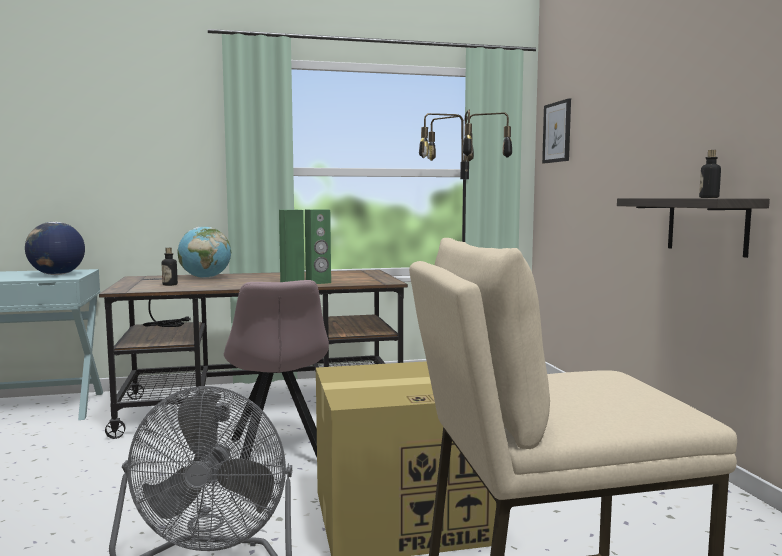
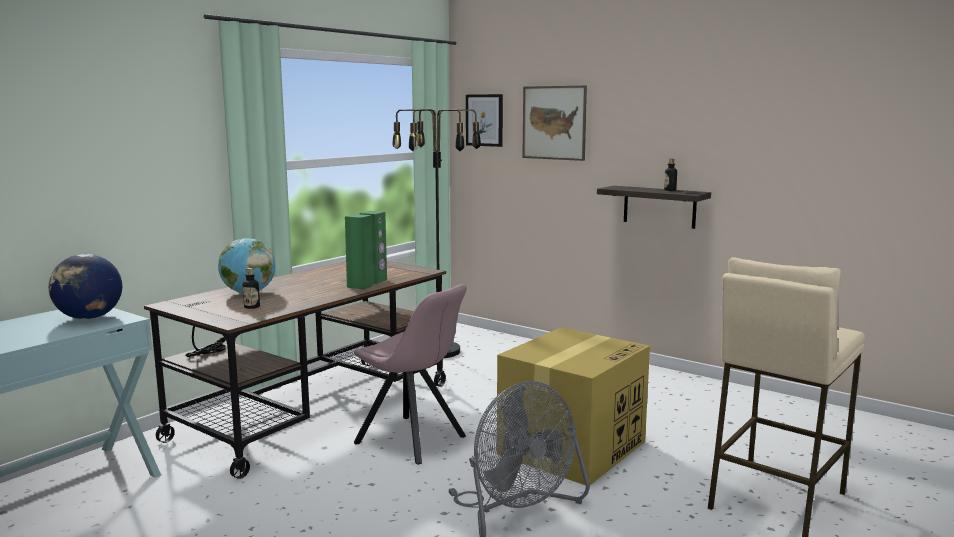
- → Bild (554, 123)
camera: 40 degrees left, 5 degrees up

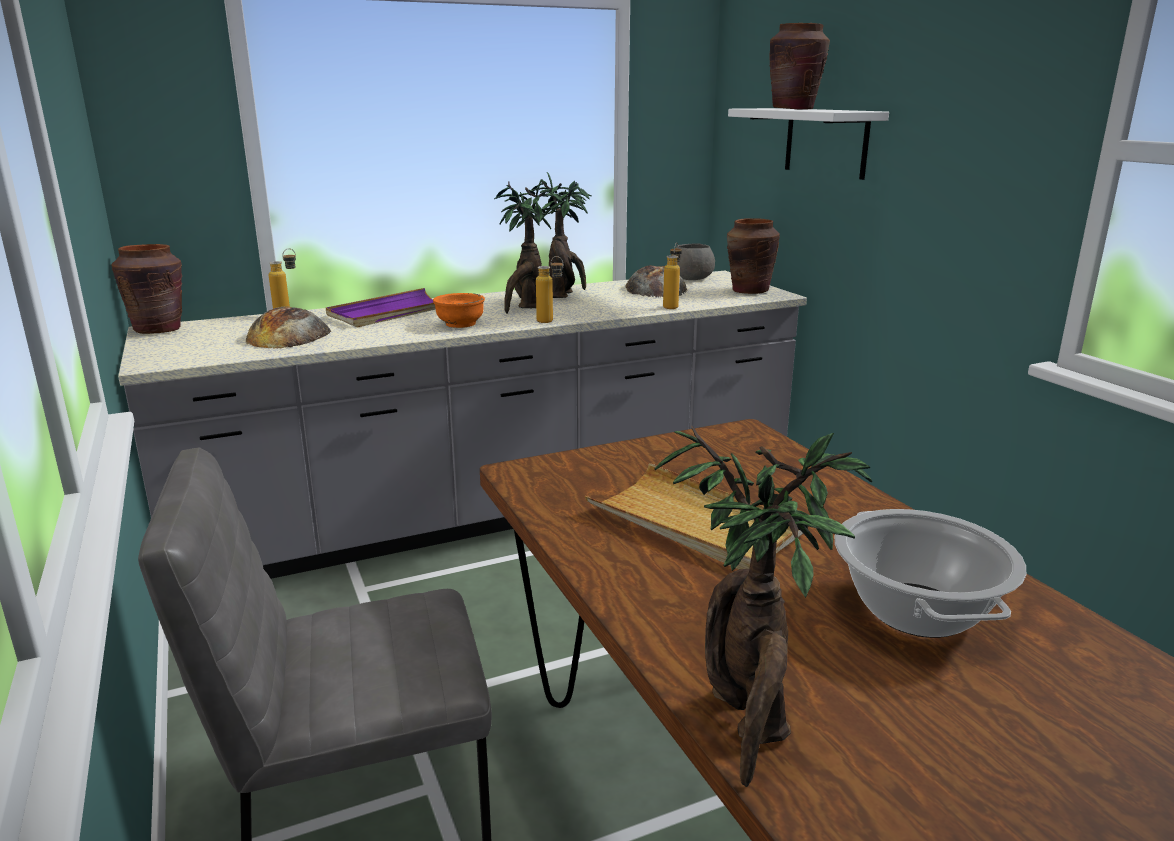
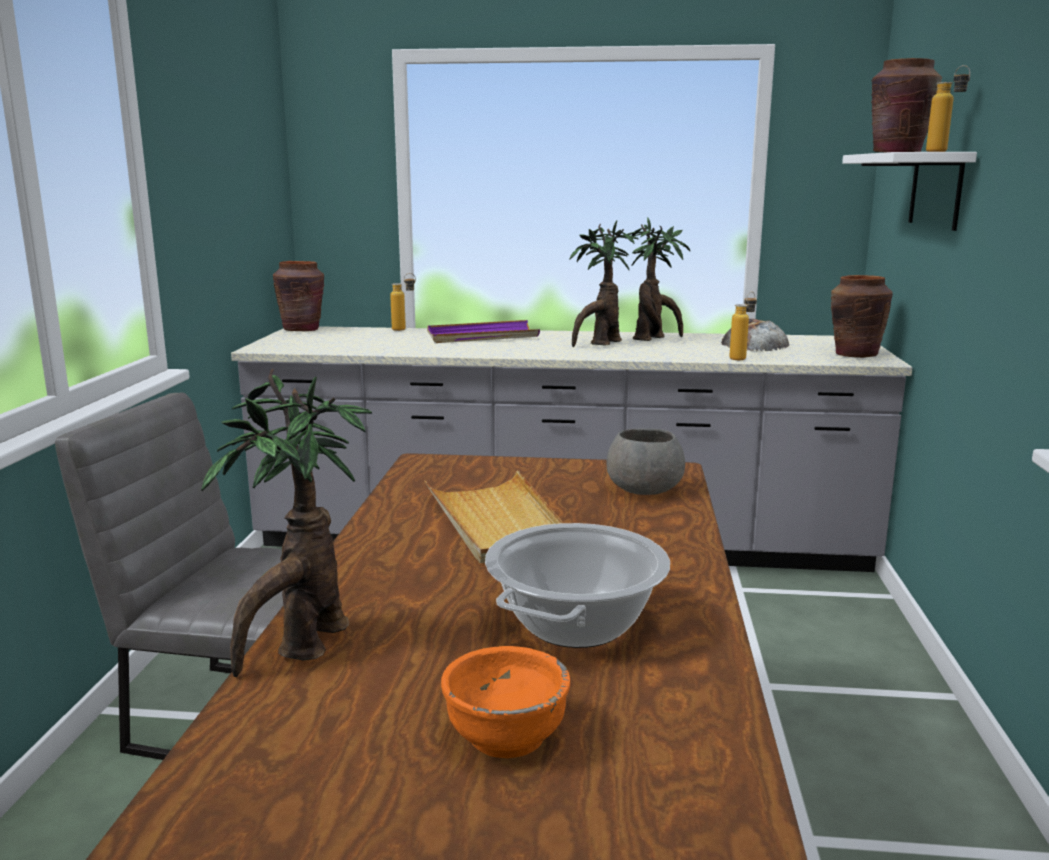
Brot (288, 327) → -
Schüssel [orange] (459, 310) → Schüssel [orange] (505, 702), shifted
Flasche (549, 289) → Flasche (948, 108), shifted
Schüssel [grau] (695, 261) → Schüssel [grau] (645, 461), shifted
camera: 30 degrees right, 5 degrees down

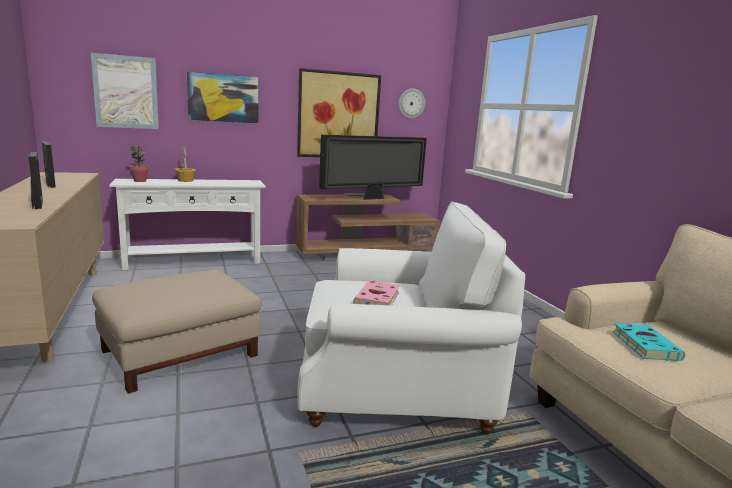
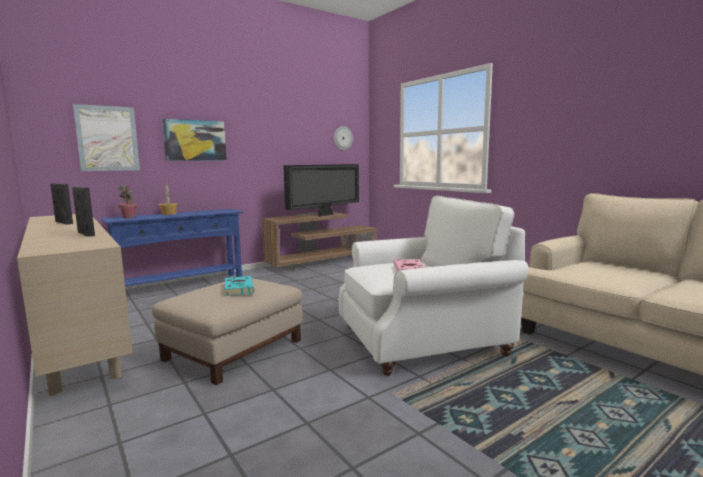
Konsolentisch [weiß] (187, 224) → Konsolentisch [blau] (172, 247)
Bild (339, 112) → -
Buch [türkis] (649, 342) → Buch [türkis] (239, 286), shifted
camera: 15 degrees left, 5 degrees down

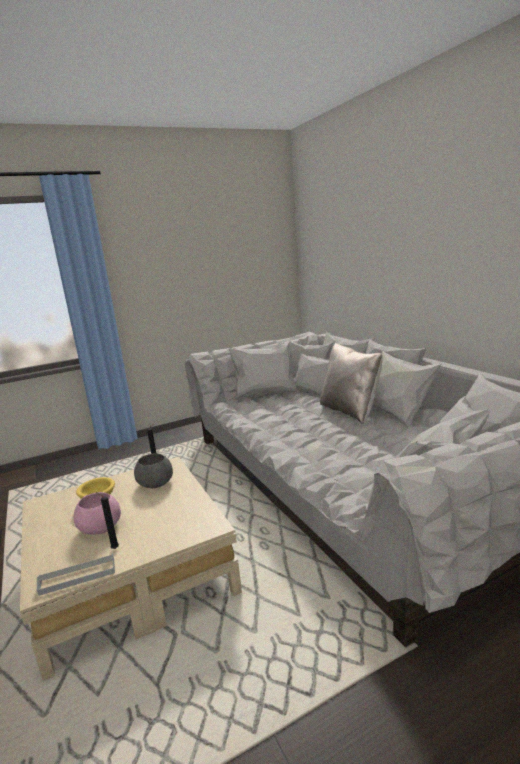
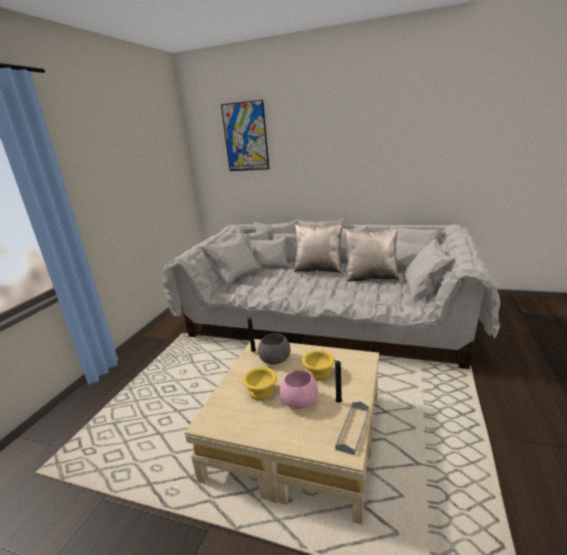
- → Bild (245, 135)
- → Schüssel [gelb] (318, 365)
- → Kissen [beige] (372, 254)
camera: 45 degrees left, 5 degrees up

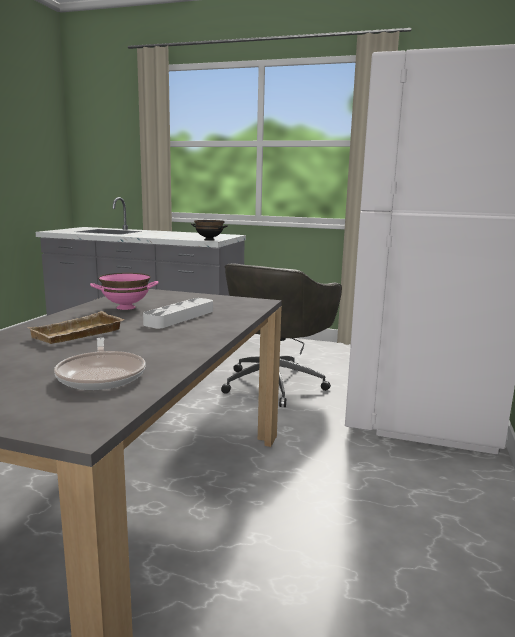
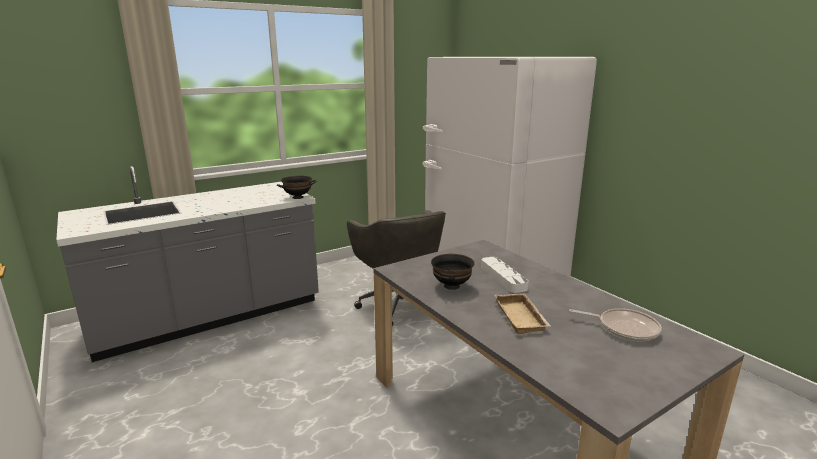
Schüssel [rosa] (124, 291) → Schüssel [schwarz] (452, 272)
camera: 50 degrees left, 5 degrees up

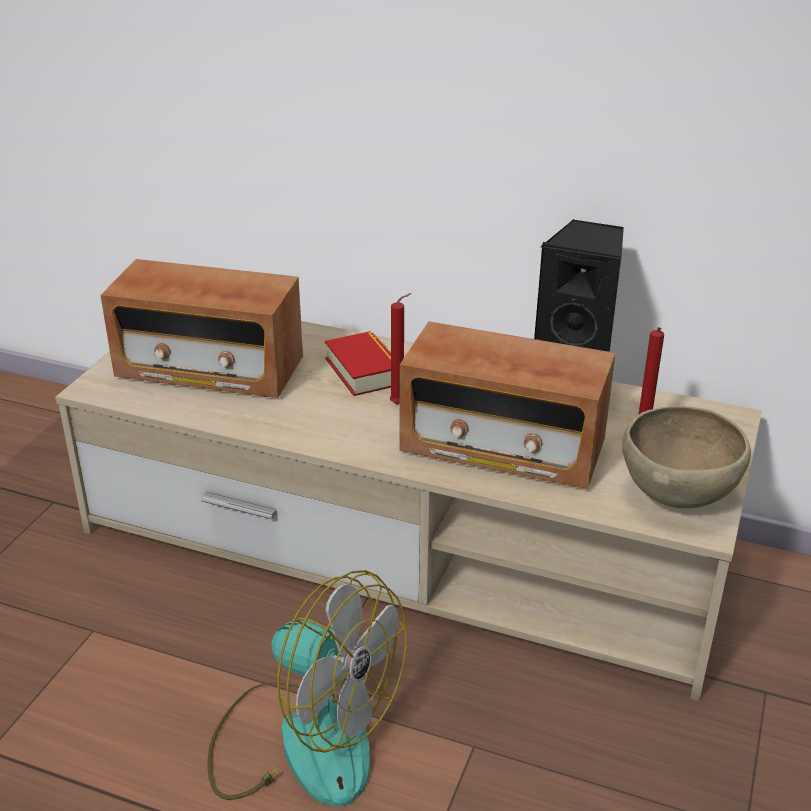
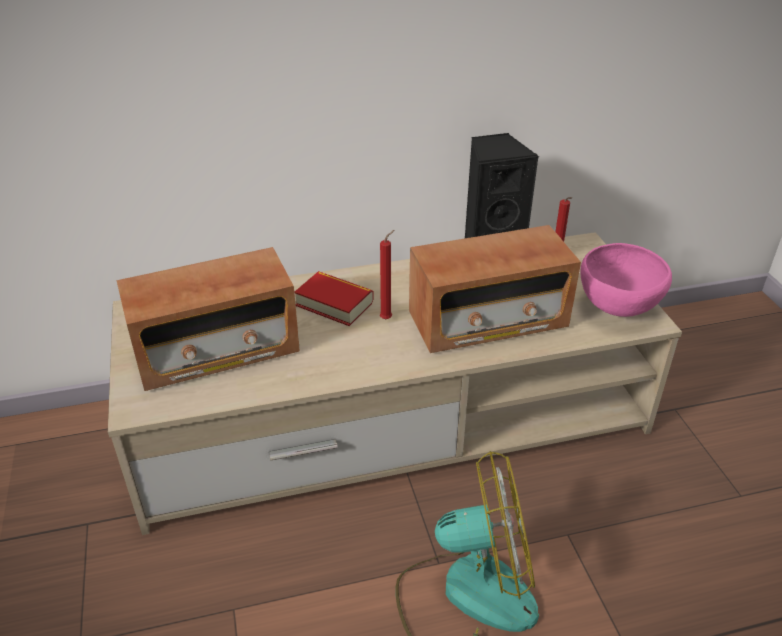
Schüssel [braun] (686, 457) → Schüssel [rosa] (626, 280)
camera: 35 degrees left, 5 degrees up

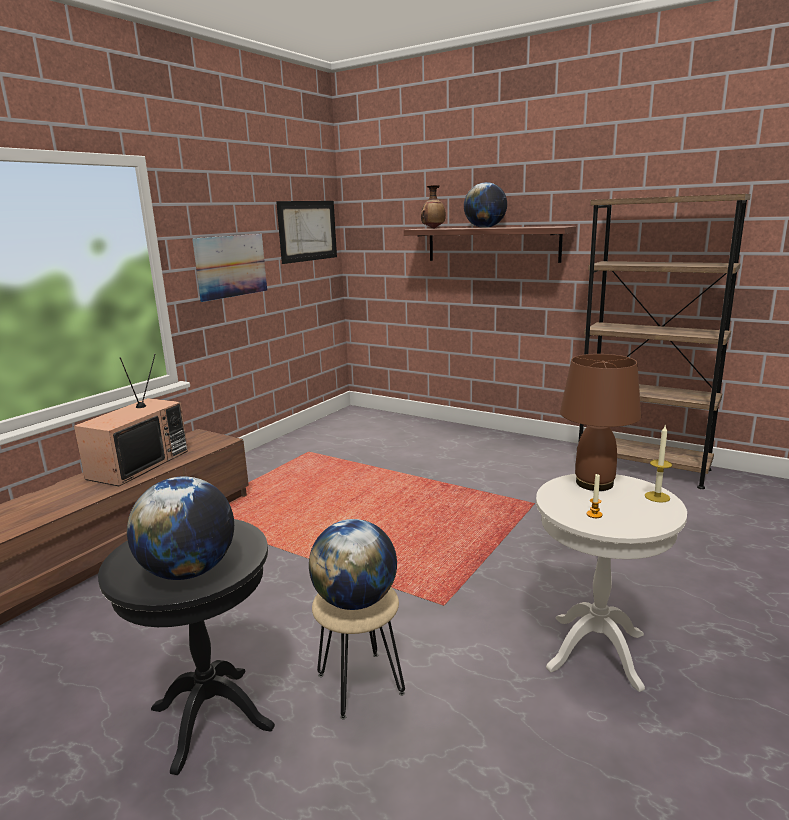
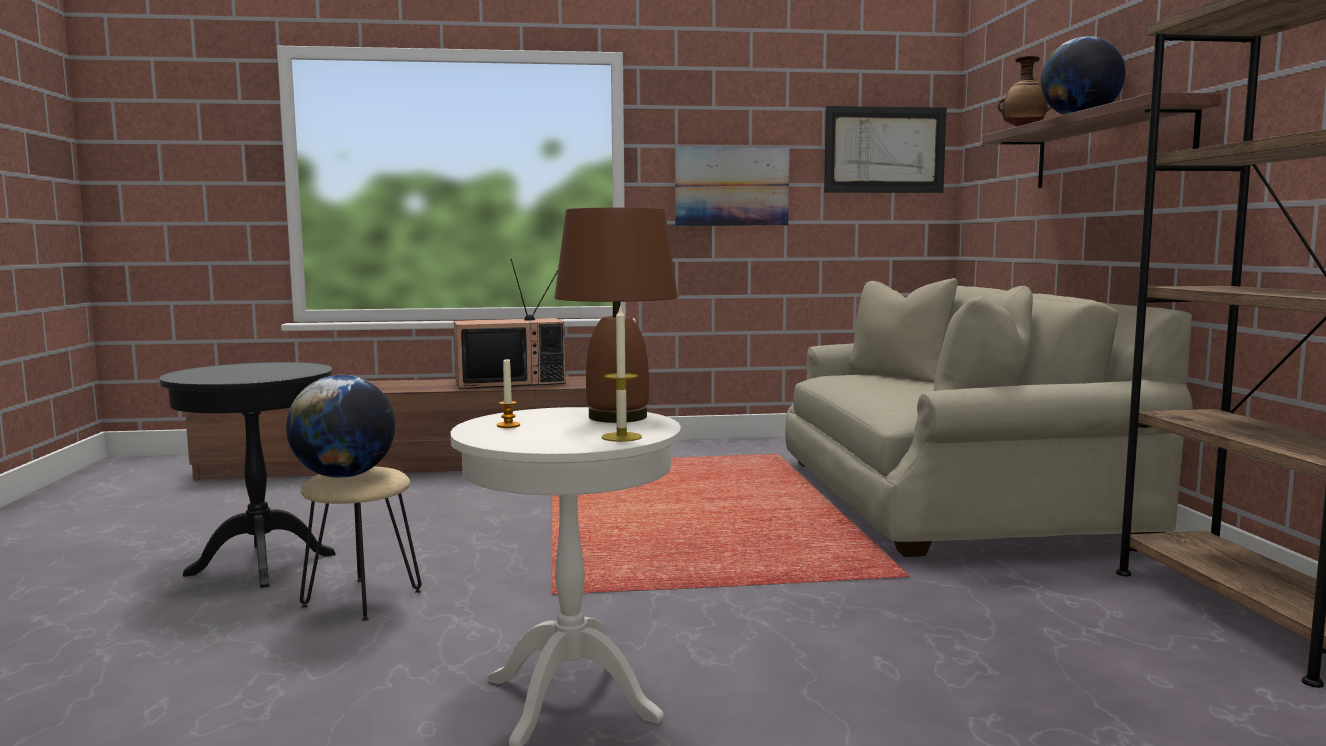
Globus (180, 528) → -
- → Sofa [beige] (989, 417)
camera: 50 degrees right, 10 degrees down

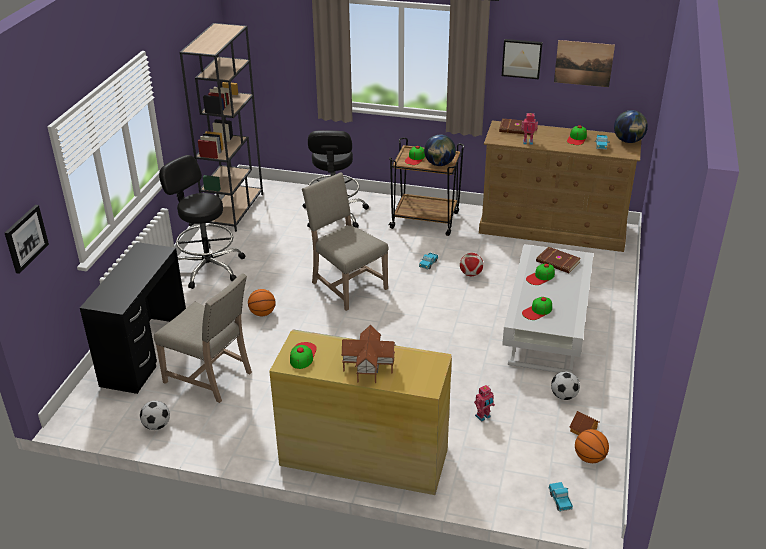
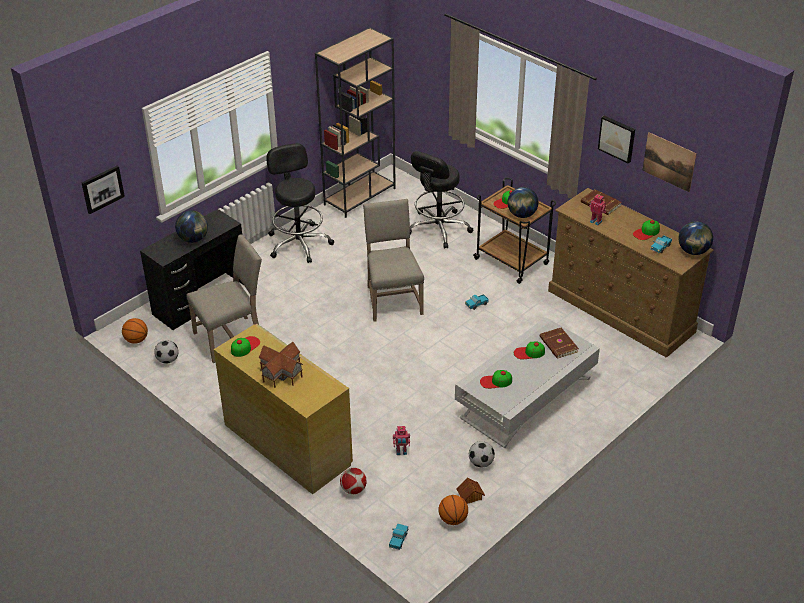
Stuhl [beige] (203, 338) → Stuhl [beige] (224, 299), 90 degrees counterclockwise
Basketball (261, 302) → Basketball (135, 331), shifted
Fußball (472, 264) → Fußball (353, 481), shifted
- → Globus (191, 227)
camera: 30 degrees right, 5 degrees up

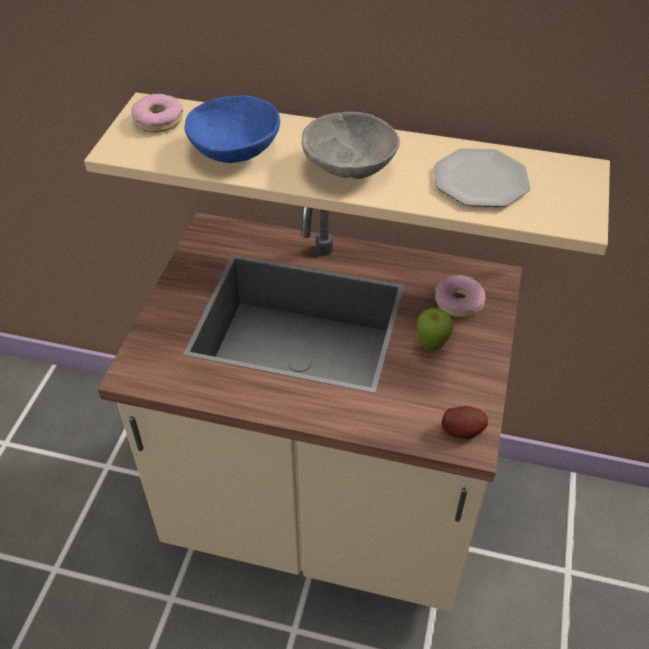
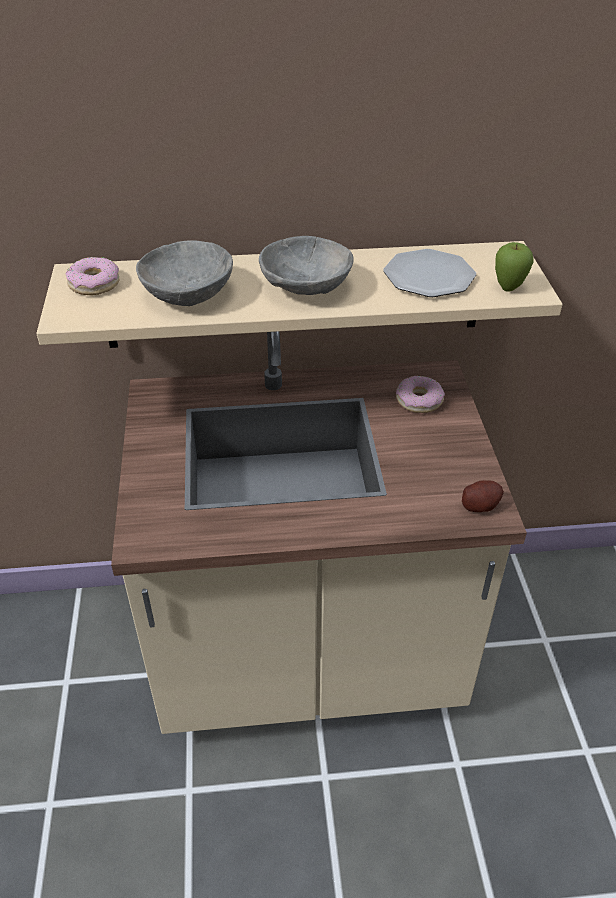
Schüssel [blau] (232, 129) → Schüssel [grau] (184, 273)
Apfel (435, 329) → Apfel (514, 267), shifted
camera: 20 degrees left, 5 degrees down

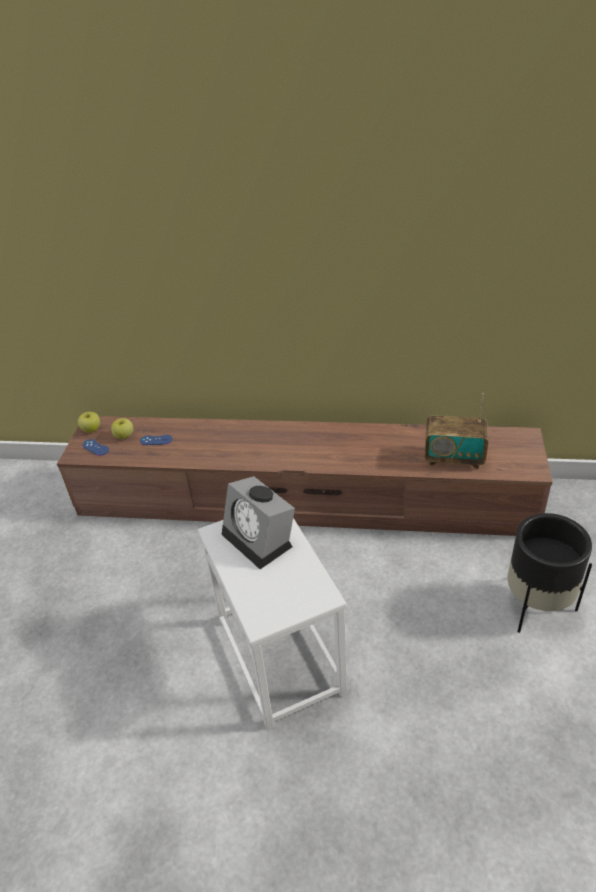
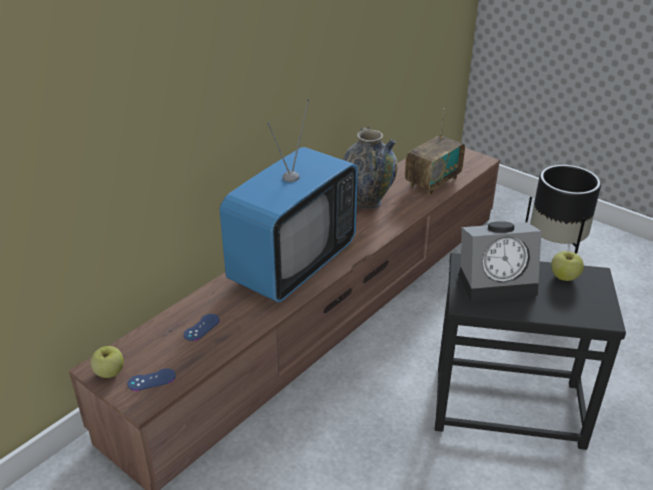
Apfel (122, 428) → Apfel (567, 266), shifted
Beistelltisch [weiß] (272, 624) → Beistelltisch [schwarz] (530, 351)
- → Fernseher (289, 201)
- → Vase (370, 168)
camera: 60 degrees left, 5 degrees down

